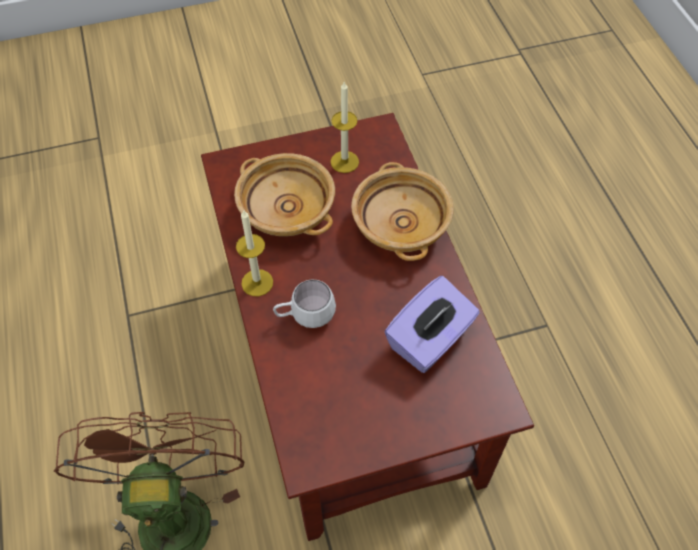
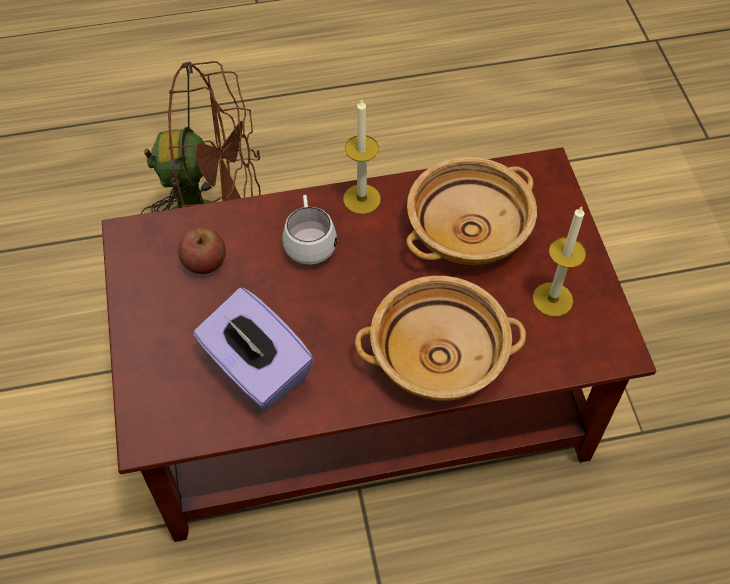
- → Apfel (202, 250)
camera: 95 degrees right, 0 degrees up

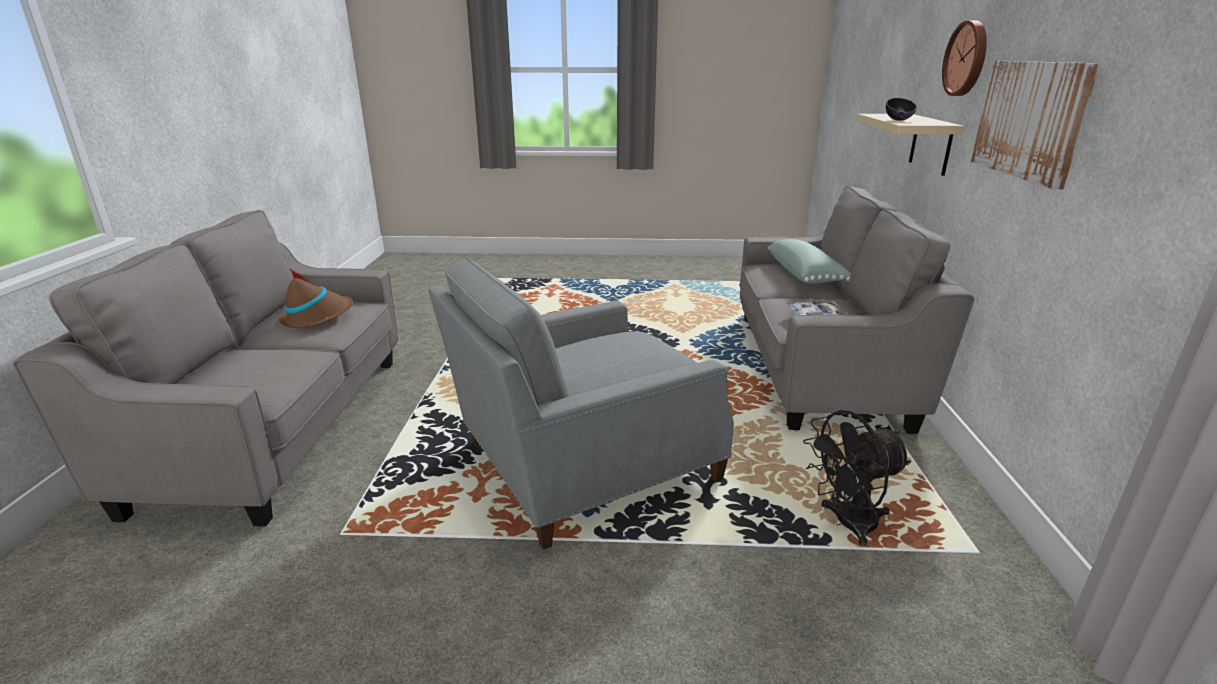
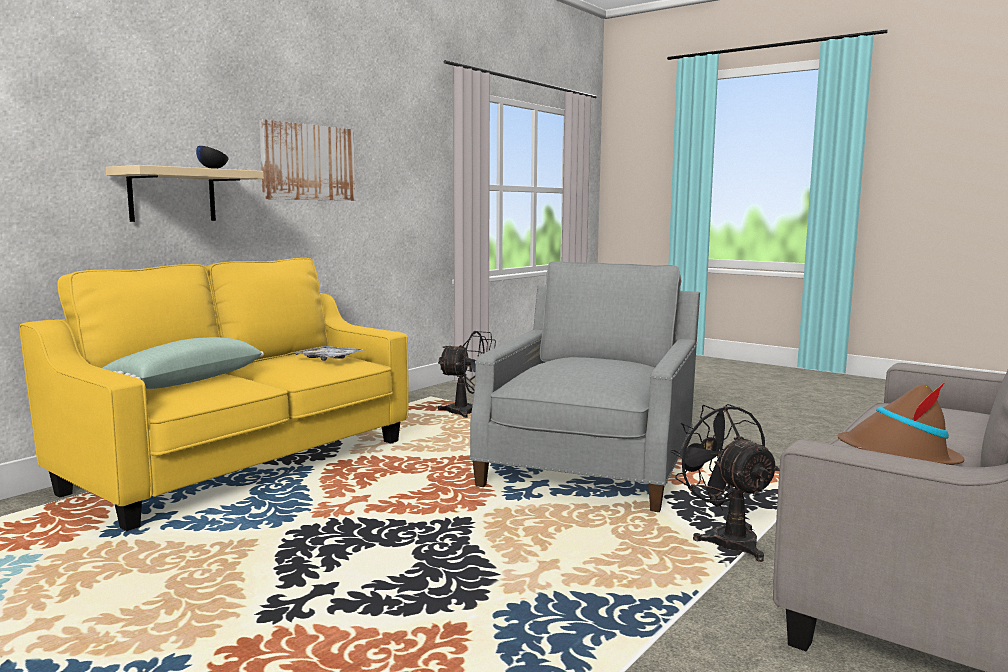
Sessel [grau] (581, 403) → Sessel [grau] (584, 386), 75 degrees counterclockwise
Sofa [grau] (856, 310) → Sofa [gelb] (214, 394)
Wanduhr (964, 58) → -
- → Ventilator [schwarz] (724, 483)
camera: 145 degrees left, 15 degrees down

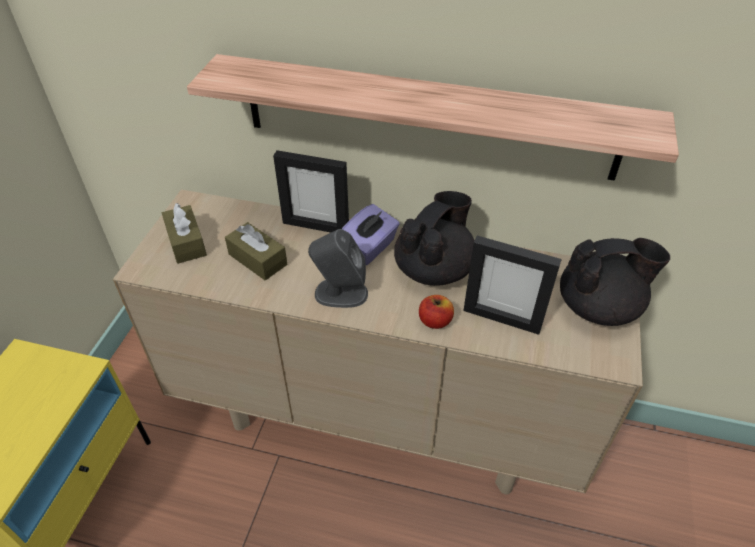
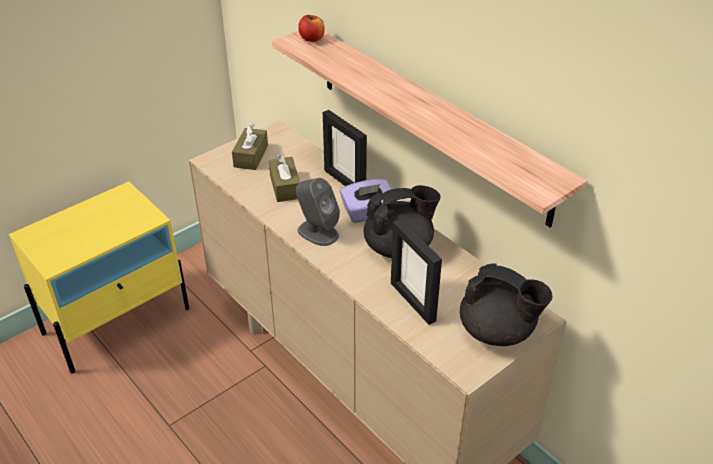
Apfel (436, 312) → Apfel (311, 28), shifted
camera: 35 degrees right, 5 degrees down

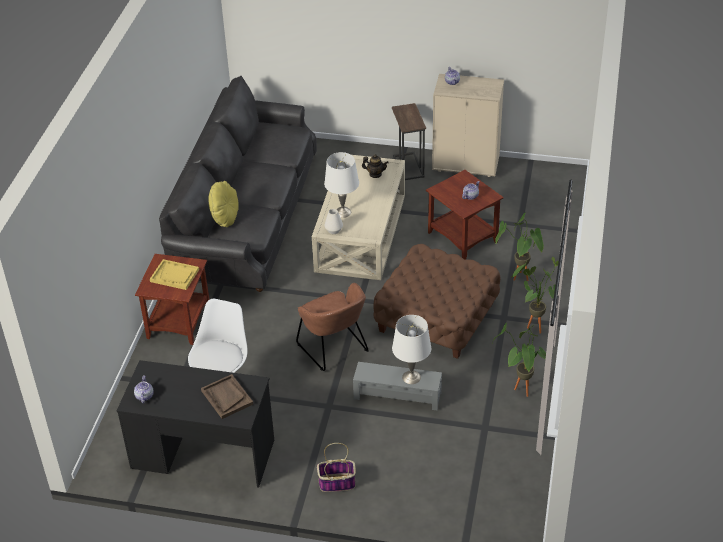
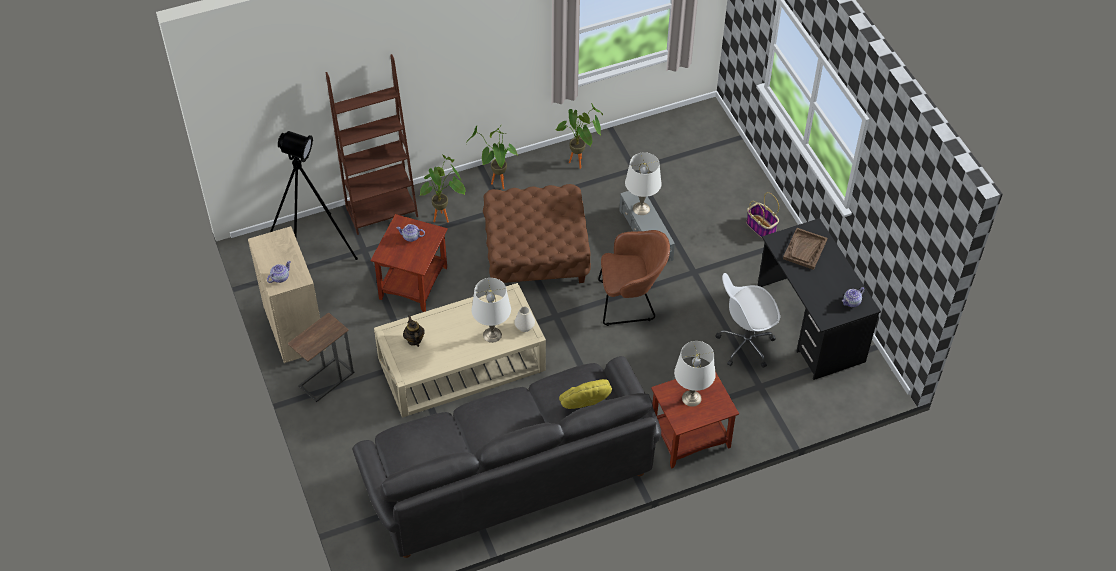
Tablett [gelb] (174, 274) → Tischlampe [weiß] (695, 374)
Sessel [braun] (332, 327) → Sessel [braun] (634, 278), 60 degrees clockwise
- → Stehlampe [schwarz] (314, 195)
- → Bücherregal [braun] (371, 144)
camera: 125 degrees left, 10 degrees up

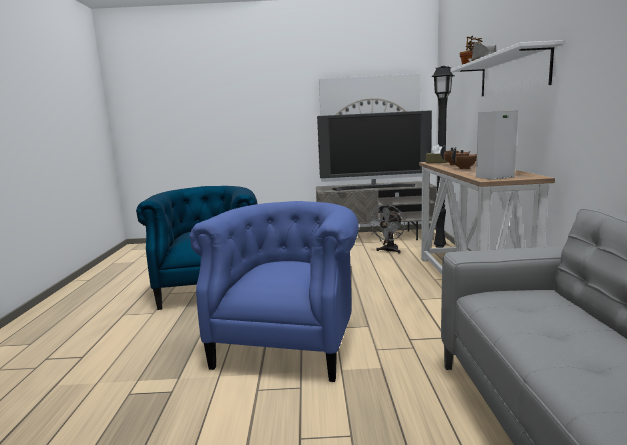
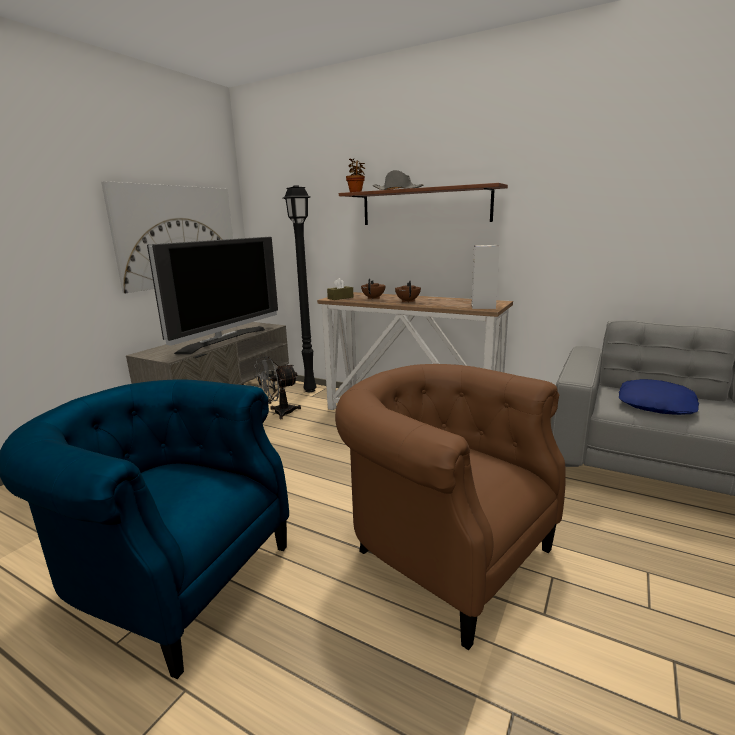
Sessel [blau] (274, 291) → Sessel [braun] (450, 507)
Ventilator [grau] (386, 228) → Ventilator [grau] (277, 387), 90 degrees clockwise
Wandregal [weiß] (507, 68) → Wandregal [braun] (423, 204)
- → Kissen [blau] (659, 397)
camera: 60 degrees left, 5 degrees up

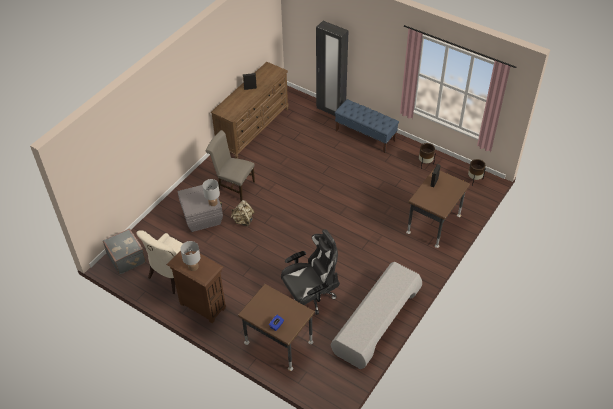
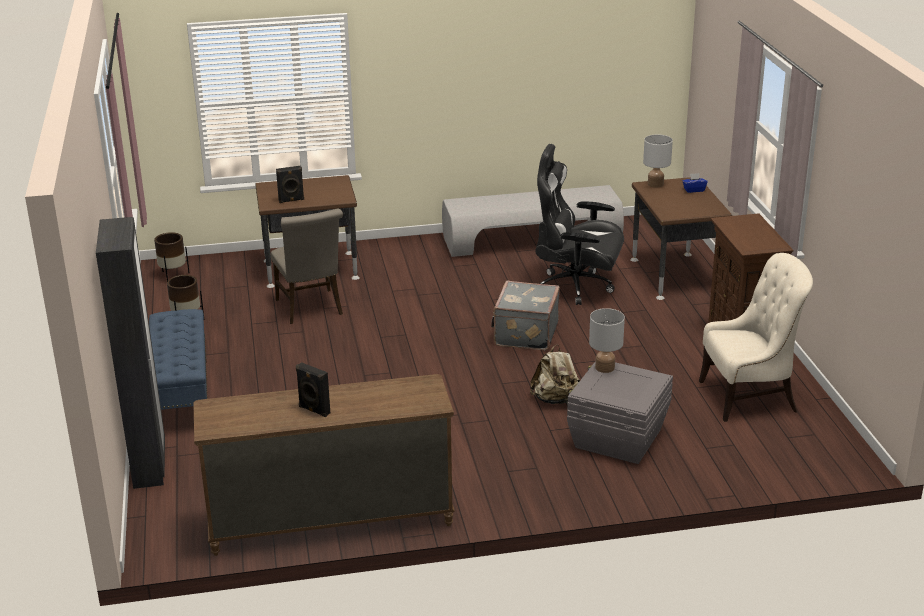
Koffer [grau] (124, 251) → Koffer [grau] (525, 315), shifted
Tischlampe [grau] (190, 256) → Tischlampe [grau] (658, 160), shifted
Stuhl [beige] (230, 165) → Stuhl [beige] (307, 266), shifted
camera: 135 degrees left, 20 degrees down

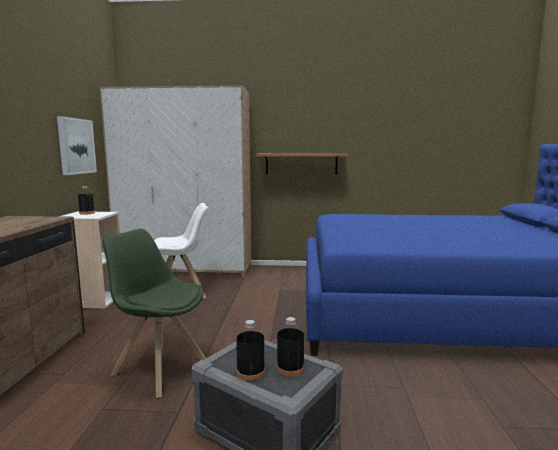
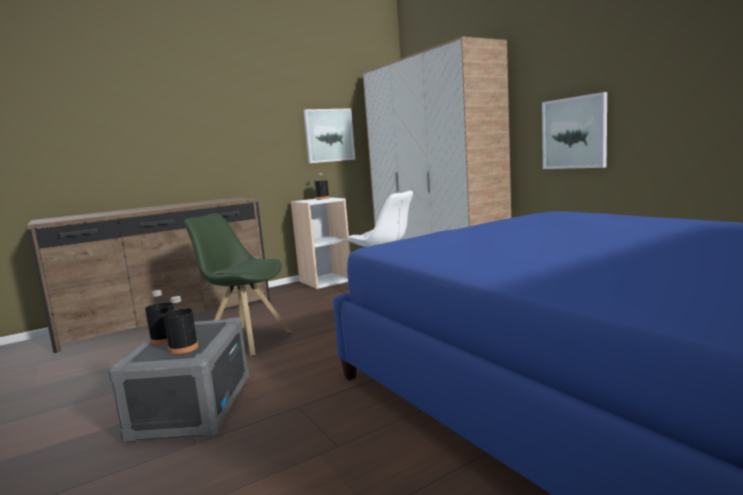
Stuhl [grün] (154, 313) → Stuhl [grün] (238, 284), 60 degrees counterclockwise
Wandregal (302, 163) → Bild (574, 130)
camera: 55 degrees right, 0 degrees up

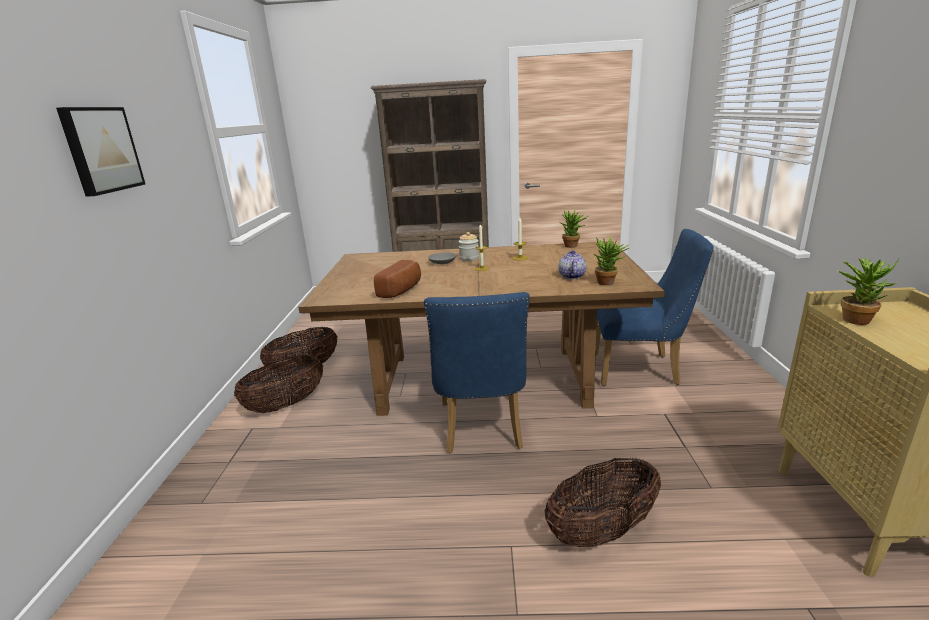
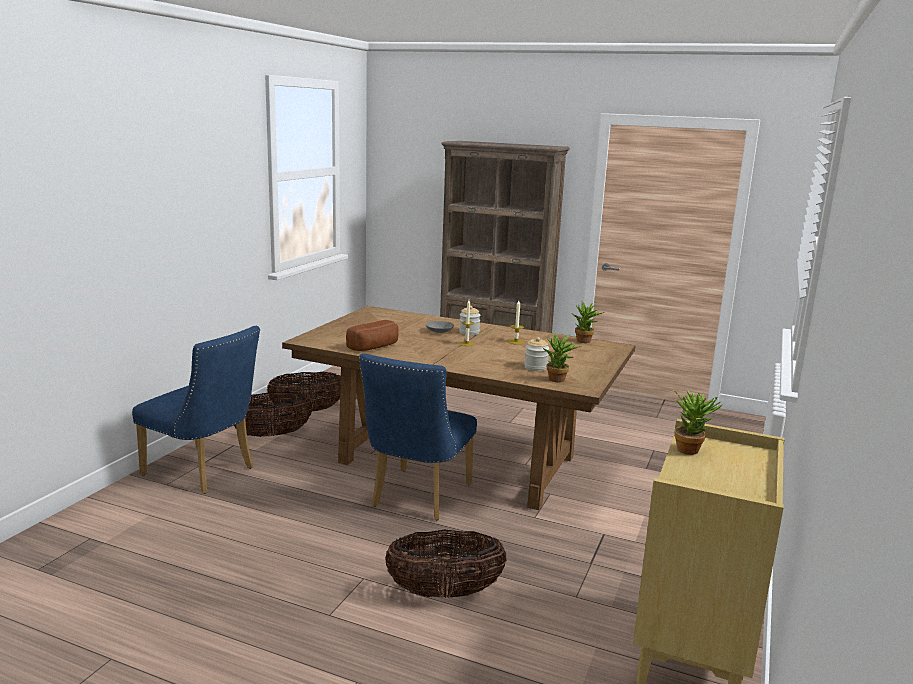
Bild (100, 152) → -
Teekanne (572, 264) → Vorratsglas (536, 354)
Stuhl [blau] (655, 307) → Stuhl [blau] (196, 410), shifted
camera: 20 degrees right, 5 degrees down

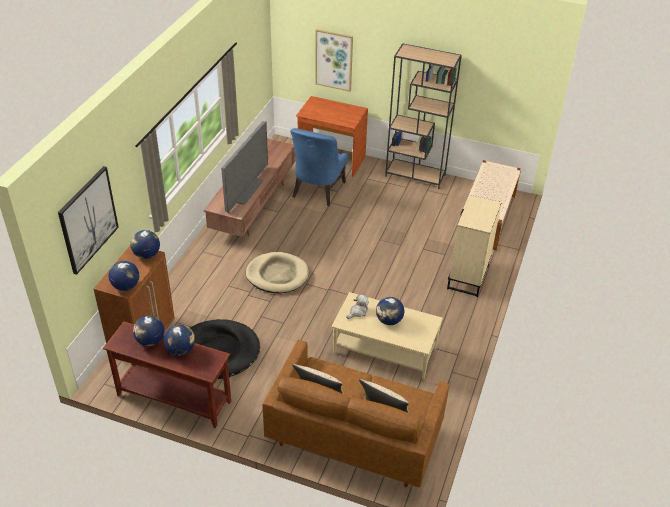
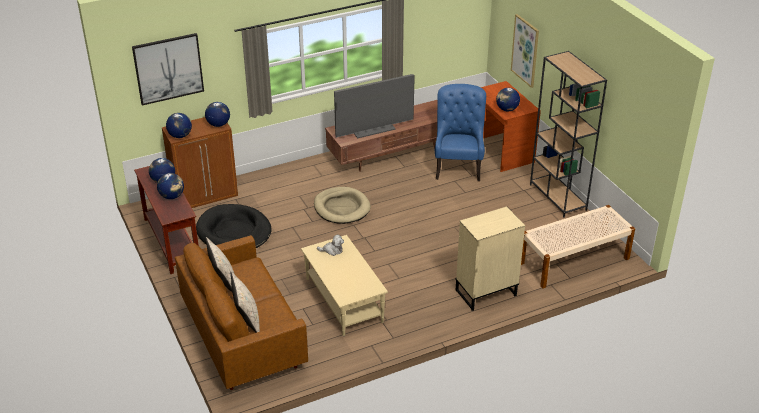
Stuhl [blau] (319, 167) → Stuhl [blau] (460, 133), 120 degrees clockwise
Globus (390, 311) → Globus (508, 99), shifted
camera: 45 degrees right, 5 degrees down

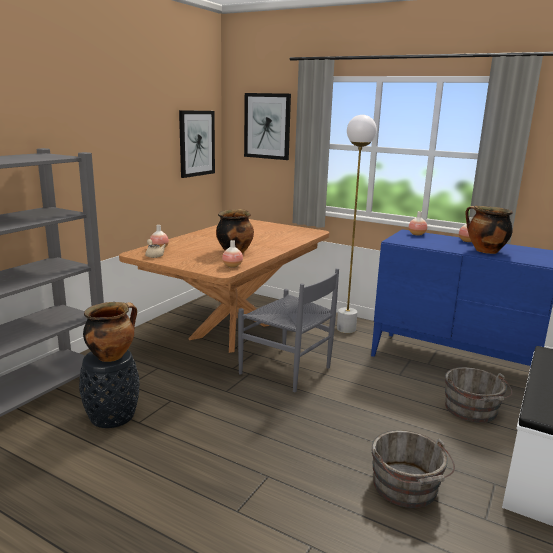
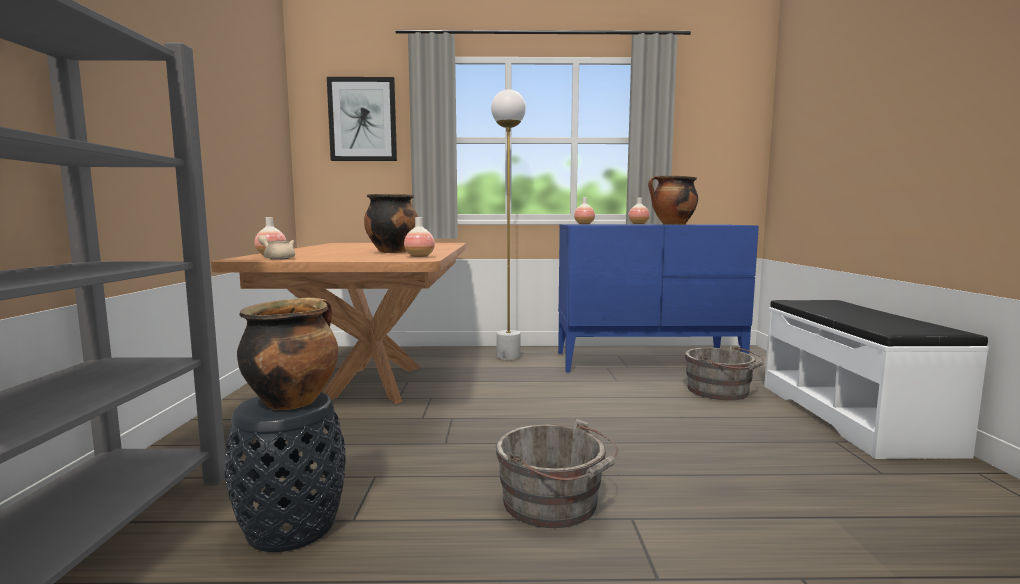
Bild (197, 144) → -
Stuhl [grau] (288, 330) → -
Eimer [grau] (413, 469) → Eimer [grau] (557, 473), shifted
camera: 30 degrees left, 10 degrees down

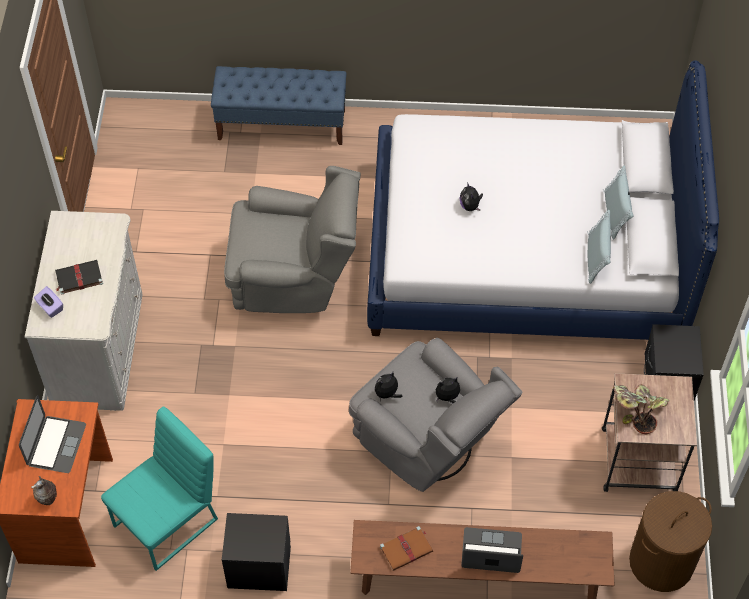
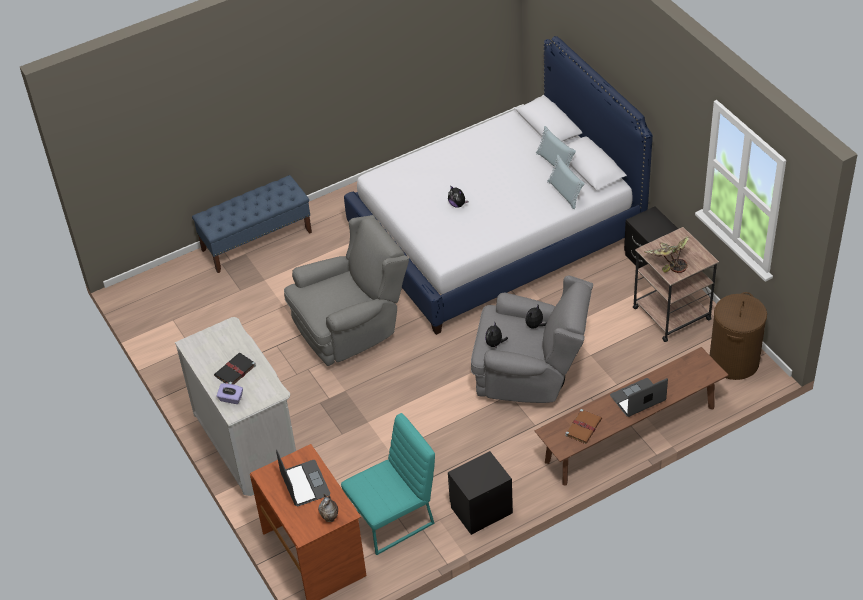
Stuhl [türkis] (159, 488) → Stuhl [türkis] (388, 484), 45 degrees clockwise
camera: 30 degrees left, 10 degrees down

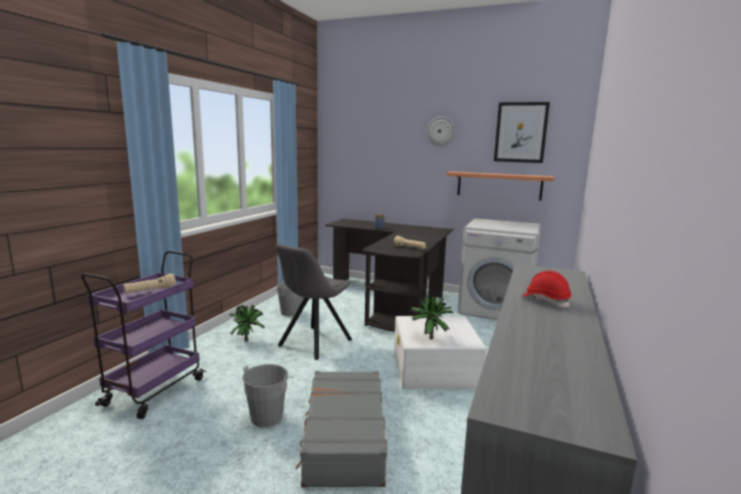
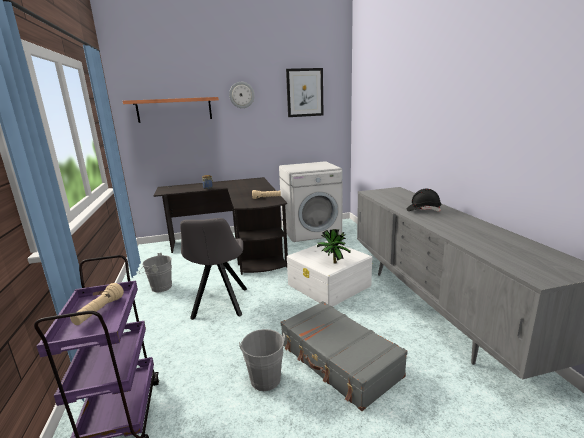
Topfpflanze (246, 323) → -
Wandregal (500, 186) → Wandregal (171, 110), shifted
Schutzhelm [rot] (546, 289) → Schutzhelm [schwarz] (424, 200)
camera: 35 degrees left, 5 degrees up

